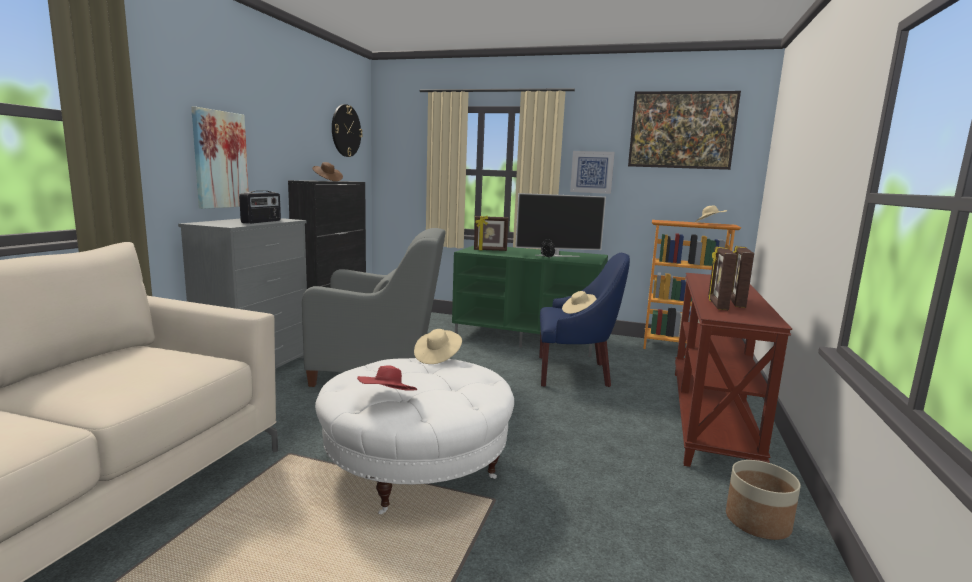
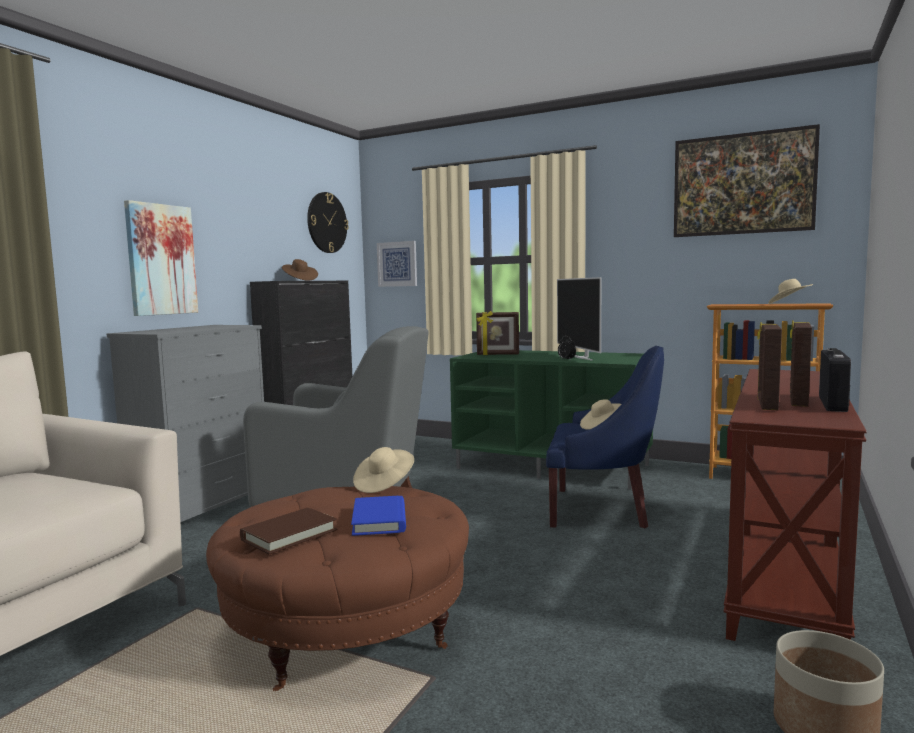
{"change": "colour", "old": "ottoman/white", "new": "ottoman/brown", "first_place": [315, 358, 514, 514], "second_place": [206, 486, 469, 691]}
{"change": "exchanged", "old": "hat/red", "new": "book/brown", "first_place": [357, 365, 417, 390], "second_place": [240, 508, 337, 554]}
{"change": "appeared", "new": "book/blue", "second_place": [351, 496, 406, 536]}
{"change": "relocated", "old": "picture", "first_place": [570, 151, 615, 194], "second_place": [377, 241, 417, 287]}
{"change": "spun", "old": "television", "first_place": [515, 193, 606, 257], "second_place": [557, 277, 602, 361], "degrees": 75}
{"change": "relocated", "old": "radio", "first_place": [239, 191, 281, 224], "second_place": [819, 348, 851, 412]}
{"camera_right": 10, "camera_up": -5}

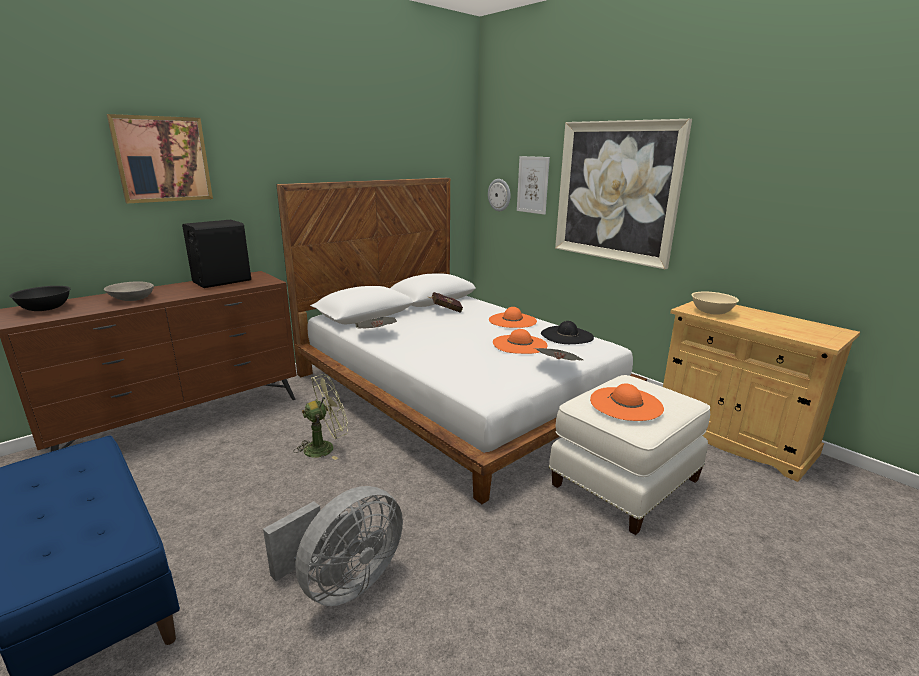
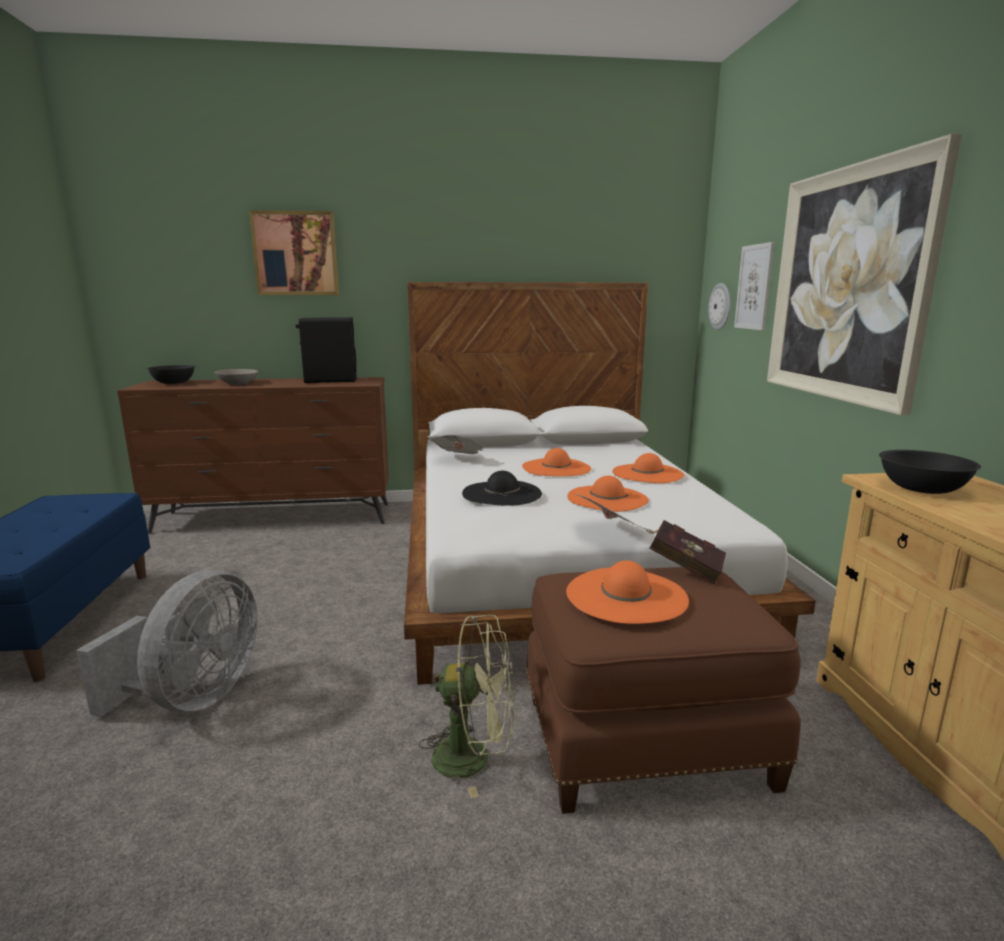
{"change": "spun", "old": "fan/grey", "first_place": [263, 486, 403, 606], "second_place": [76, 570, 258, 717], "degrees": -60}
{"change": "relocated", "old": "fan/green", "first_place": [293, 374, 348, 460], "second_place": [419, 615, 515, 798]}
{"change": "relocated", "old": "hat/black", "first_place": [541, 321, 594, 344], "second_place": [462, 471, 542, 506]}
{"change": "appeared", "new": "hat/orange", "second_place": [522, 448, 591, 476]}
{"change": "colour", "old": "ottoman/white", "new": "ottoman/brown", "first_place": [549, 375, 710, 535], "second_place": [526, 567, 801, 814]}
{"change": "relocated", "old": "book/red", "first_place": [428, 292, 463, 313], "second_place": [645, 520, 726, 584]}
{"change": "colour", "old": "bowl/beige", "new": "bowl/black", "first_place": [691, 292, 739, 315], "second_place": [879, 450, 981, 494]}
{"camera_right": 35, "camera_up": -5}

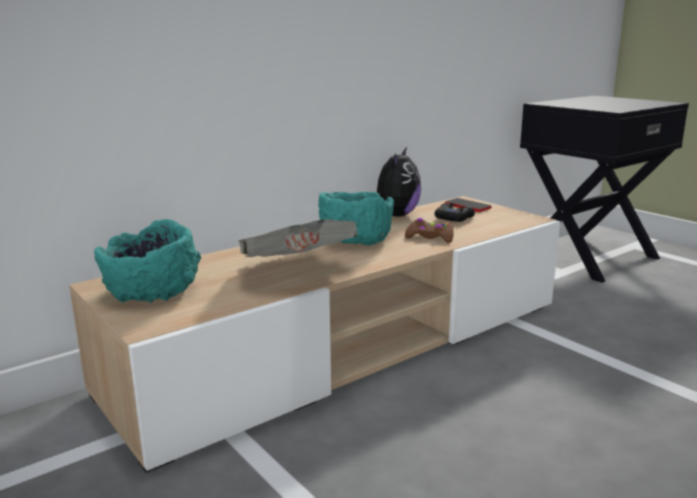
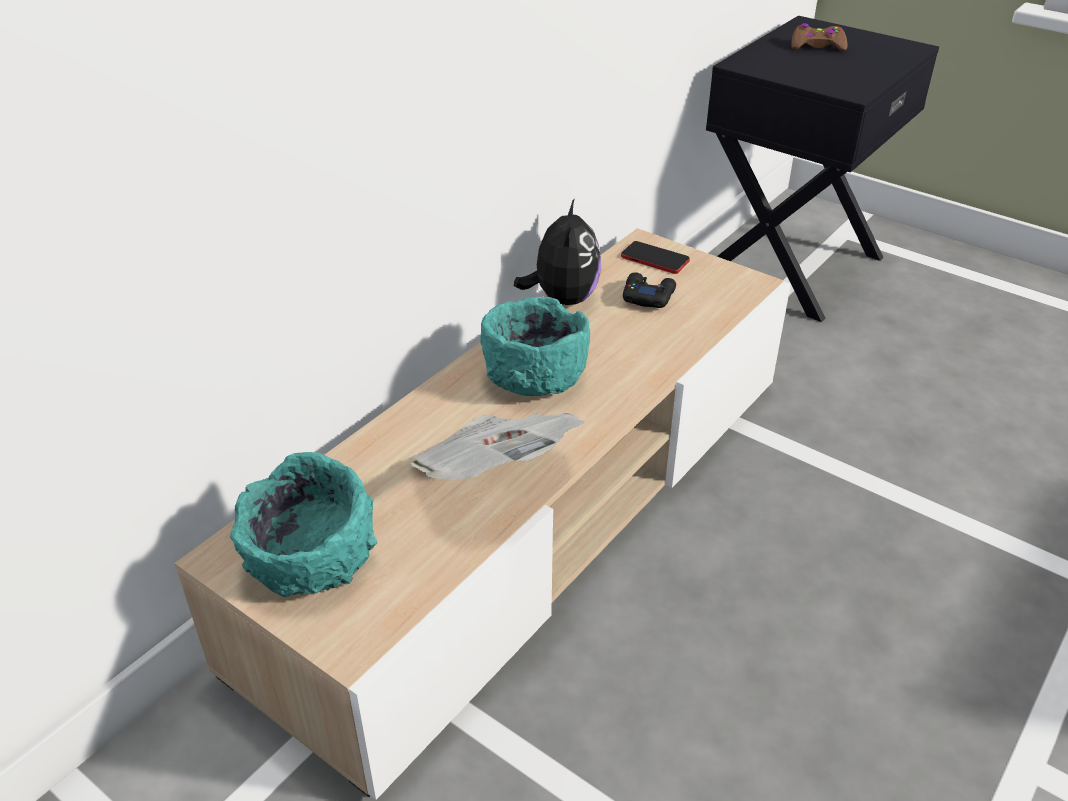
{"change": "relocated", "old": "game controller/brown", "first_place": [405, 218, 454, 243], "second_place": [791, 23, 848, 51]}
{"camera_right": -15, "camera_up": 20}

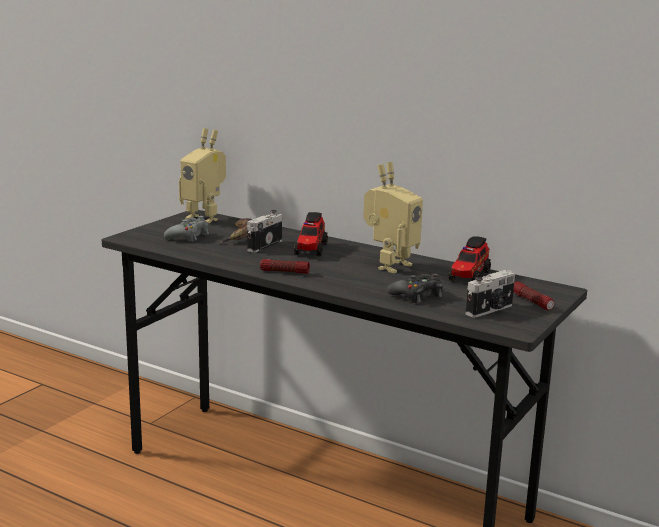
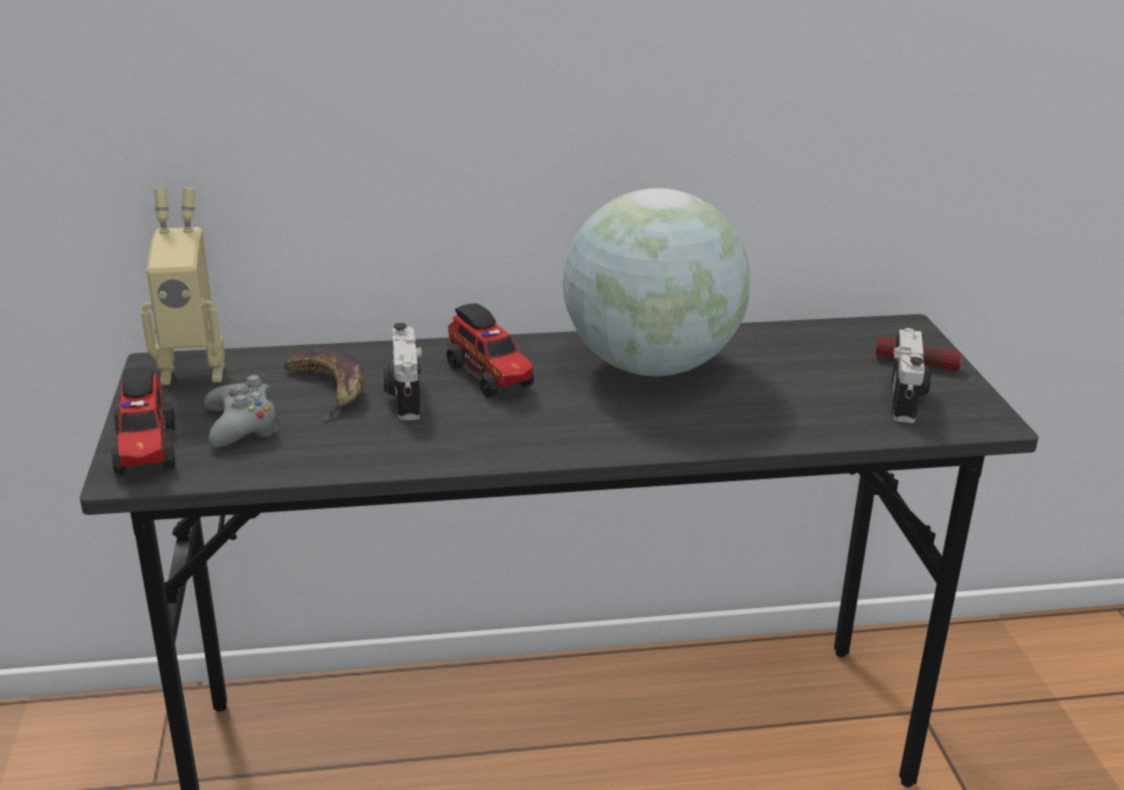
{"change": "relocated", "old": "toy truck", "first_place": [448, 236, 491, 281], "second_place": [111, 366, 175, 475]}
{"change": "exchanged", "old": "toy robot", "new": "globe", "first_place": [363, 162, 423, 273], "second_place": [563, 188, 750, 377]}
{"change": "missing", "old": "flashlight", "first_place": [260, 259, 310, 274]}
{"change": "missing", "old": "game controller/black", "first_place": [387, 274, 443, 303]}
{"camera_right": -40, "camera_up": 10}

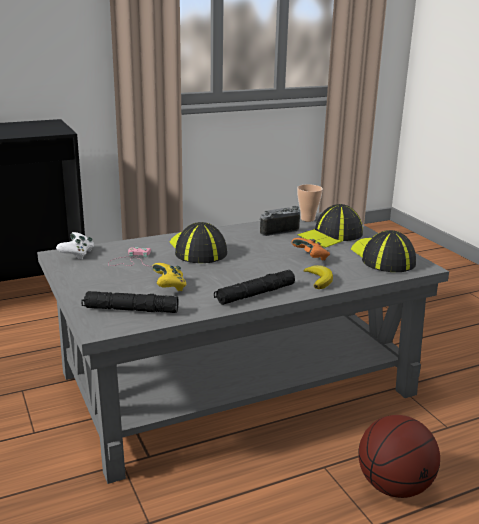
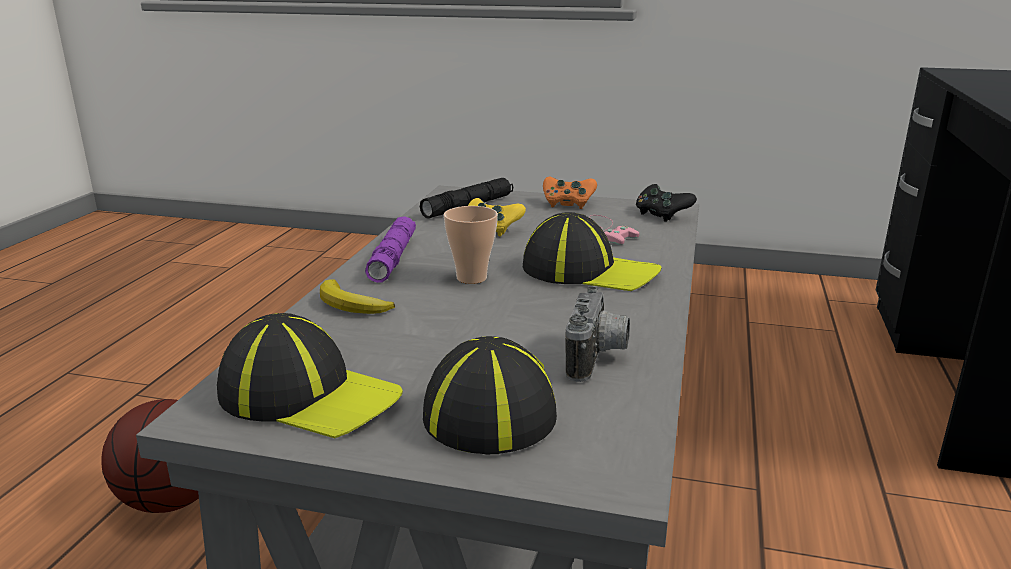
{"change": "colour", "old": "flashlight/black", "new": "flashlight/purple", "first_place": [214, 270, 295, 305], "second_place": [365, 216, 416, 283]}
{"change": "relocated", "old": "cup", "first_place": [297, 184, 323, 222], "second_place": [444, 206, 498, 284]}
{"change": "relocated", "old": "game controller/orange", "first_place": [291, 238, 330, 261], "second_place": [543, 177, 597, 209]}
{"change": "colour", "old": "game controller/white", "new": "game controller/black", "first_place": [56, 232, 94, 260], "second_place": [636, 184, 697, 222]}
{"camera_right": 130, "camera_up": 0}

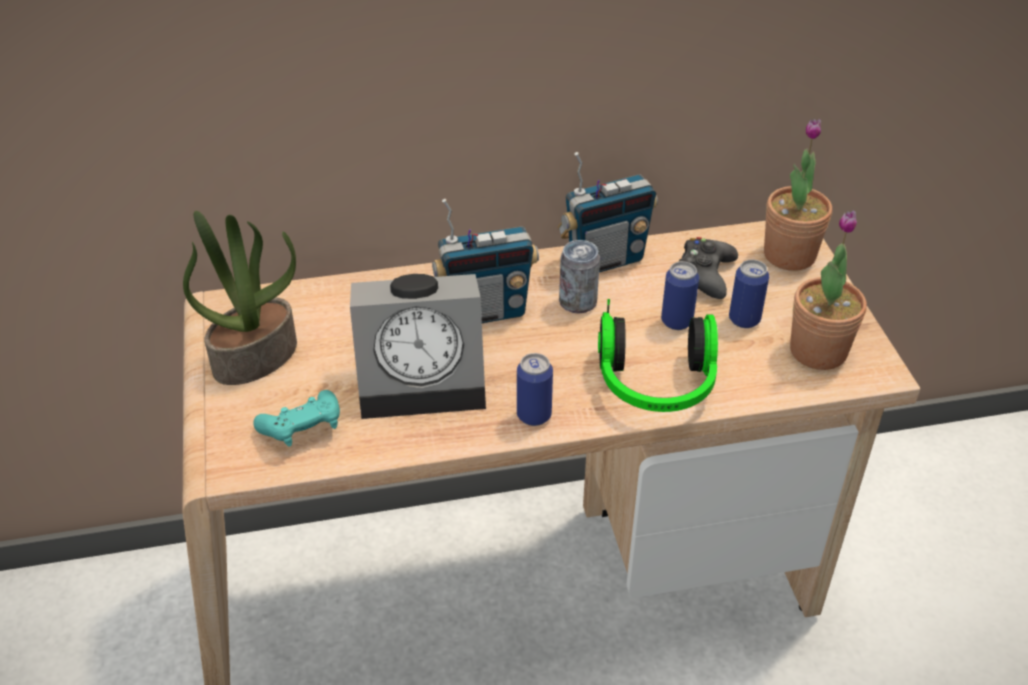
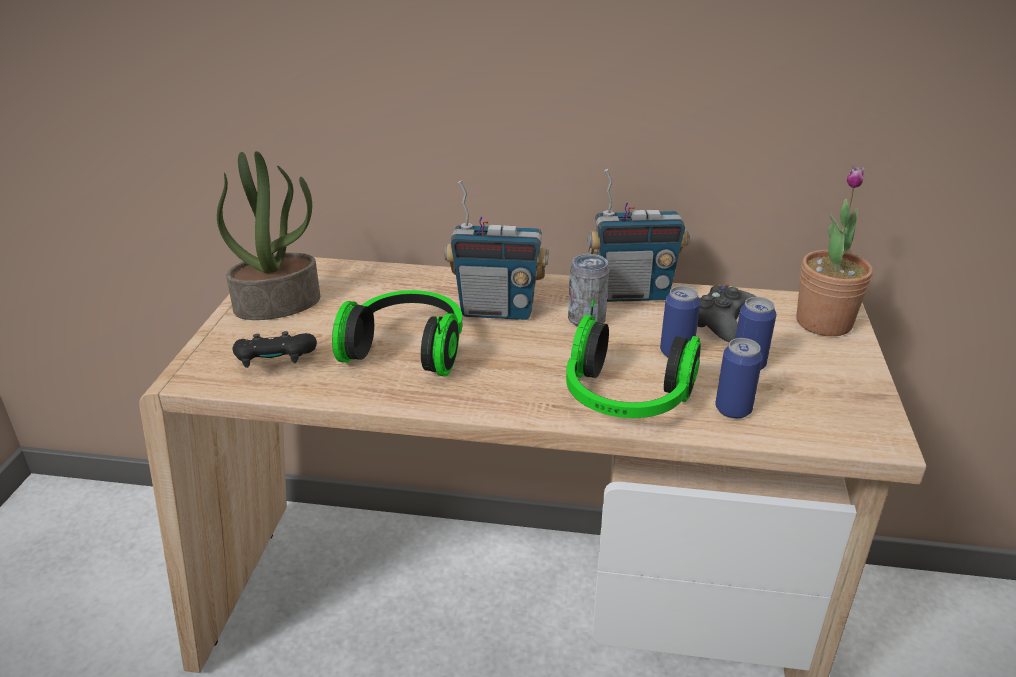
{"change": "colour", "old": "game controller/turquoise", "new": "game controller/black", "first_place": [253, 390, 340, 447], "second_place": [232, 331, 317, 368]}
{"change": "exchanged", "old": "alarm clock", "new": "headphones", "first_place": [350, 274, 486, 419], "second_place": [332, 290, 462, 377]}
{"change": "relocated", "old": "can", "first_place": [517, 353, 553, 426], "second_place": [715, 338, 763, 419]}
{"change": "missing", "old": "potted plant", "first_place": [790, 211, 867, 370]}
{"camera_right": 20, "camera_up": -10}

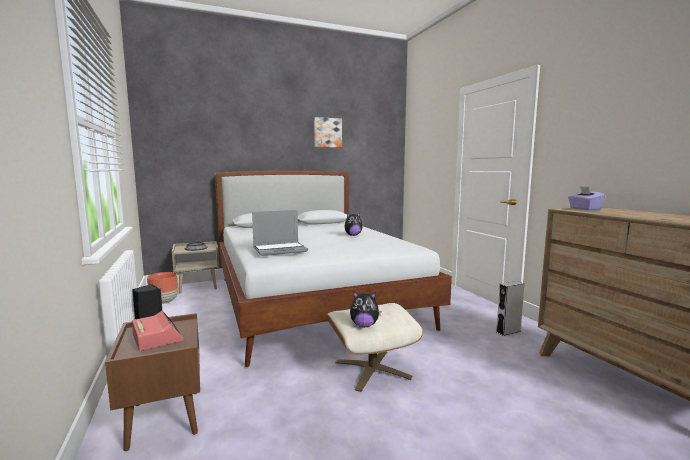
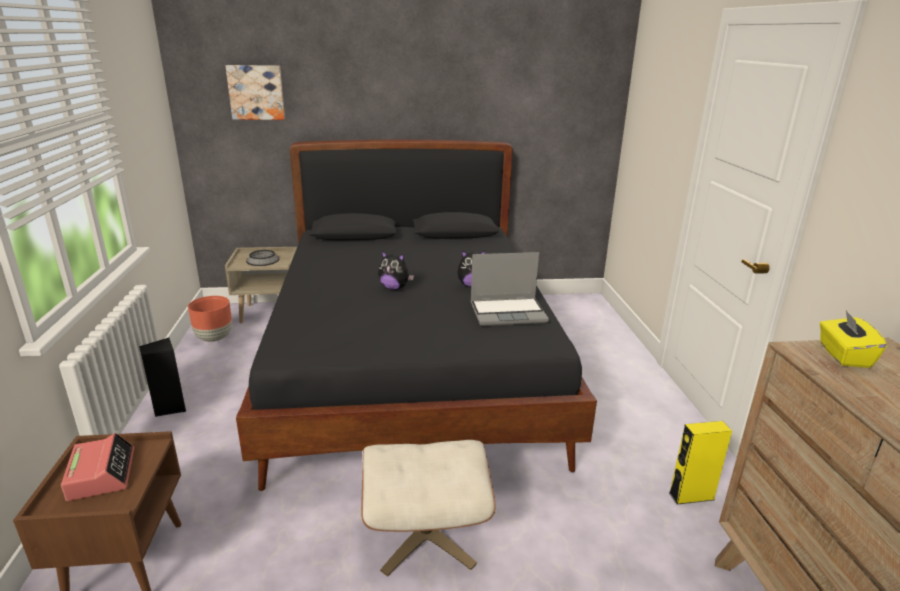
{"change": "relocated", "old": "picture", "first_place": [314, 117, 342, 148], "second_place": [225, 65, 285, 120]}
{"change": "colour", "old": "bed/white", "new": "bed/black", "first_place": [215, 170, 452, 367], "second_place": [236, 140, 597, 491]}
{"change": "relocated", "old": "plush toy", "first_place": [350, 292, 381, 327], "second_place": [378, 251, 414, 290]}
{"change": "relocated", "old": "laptop", "first_place": [252, 210, 308, 256], "second_place": [470, 252, 549, 326]}
{"change": "colour", "old": "speaker/grey", "new": "speaker/yellow", "first_place": [496, 281, 524, 336], "second_place": [669, 421, 732, 504]}
{"change": "colour", "old": "tissue box/purple", "new": "tissue box/yellow", "first_place": [568, 186, 606, 210], "second_place": [820, 311, 887, 368]}
{"camera_right": 15, "camera_up": 15}

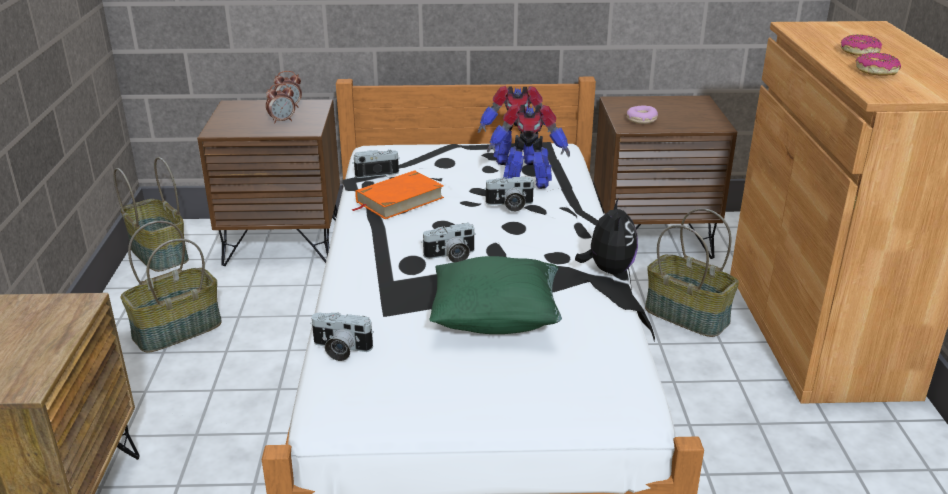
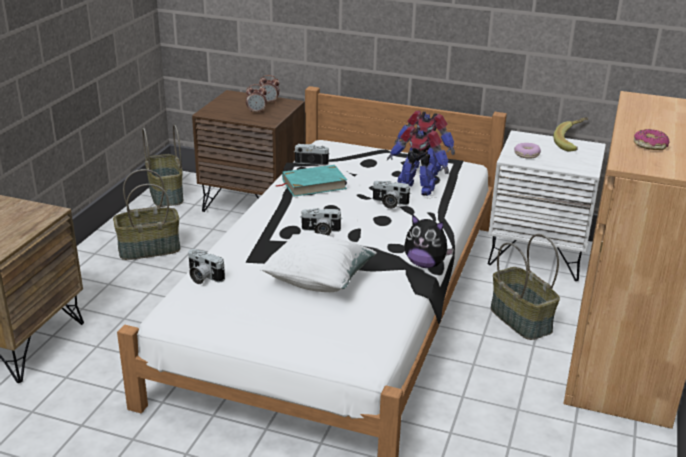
{"change": "colour", "old": "pillow/green", "new": "pillow/white", "first_place": [429, 256, 562, 334], "second_place": [260, 233, 377, 292]}
{"change": "colour", "old": "book/orange", "new": "book/turquoise", "first_place": [351, 170, 444, 219], "second_place": [275, 165, 347, 197]}
{"change": "spun", "old": "plush toy", "first_place": [575, 197, 638, 274], "second_place": [404, 214, 454, 268], "degrees": 90}
{"change": "colour", "old": "nightstand/brown", "new": "nightstand/white", "first_place": [594, 96, 737, 259], "second_place": [488, 130, 606, 281]}
{"change": "appeared", "new": "banana", "second_place": [553, 117, 588, 152]}
{"change": "missing", "old": "donut", "first_place": [841, 35, 882, 56]}
{"camera_right": 20, "camera_up": 0}

